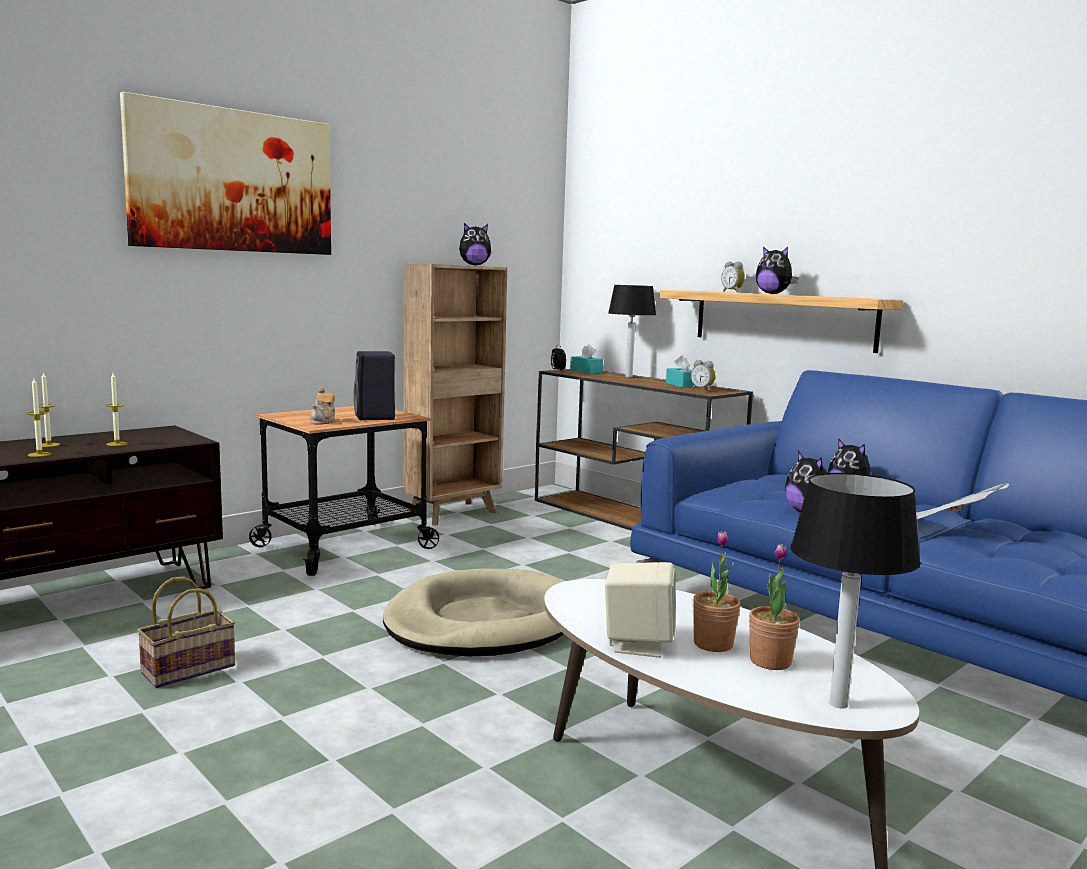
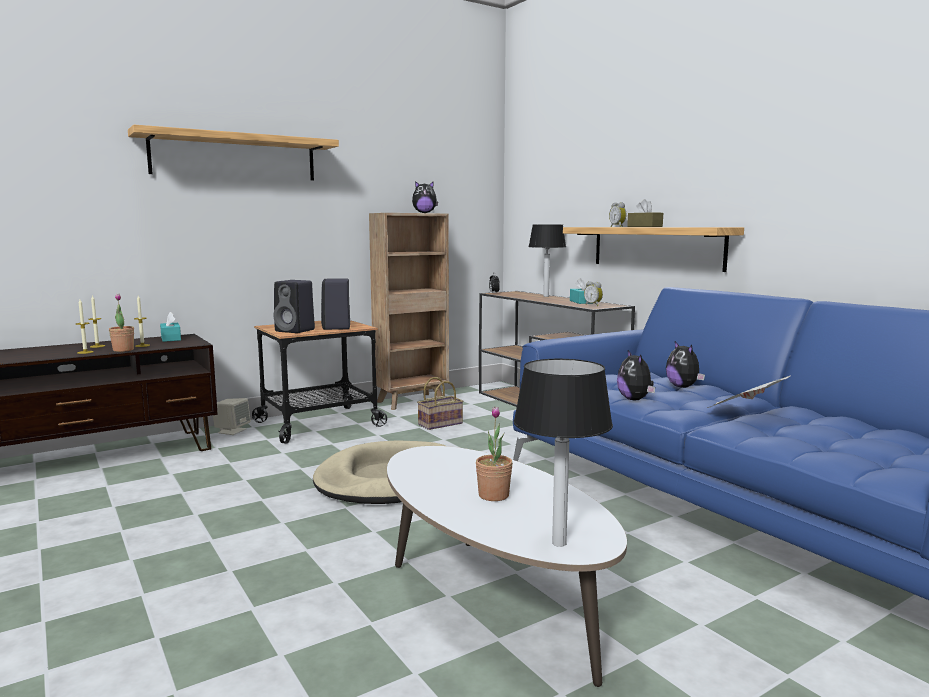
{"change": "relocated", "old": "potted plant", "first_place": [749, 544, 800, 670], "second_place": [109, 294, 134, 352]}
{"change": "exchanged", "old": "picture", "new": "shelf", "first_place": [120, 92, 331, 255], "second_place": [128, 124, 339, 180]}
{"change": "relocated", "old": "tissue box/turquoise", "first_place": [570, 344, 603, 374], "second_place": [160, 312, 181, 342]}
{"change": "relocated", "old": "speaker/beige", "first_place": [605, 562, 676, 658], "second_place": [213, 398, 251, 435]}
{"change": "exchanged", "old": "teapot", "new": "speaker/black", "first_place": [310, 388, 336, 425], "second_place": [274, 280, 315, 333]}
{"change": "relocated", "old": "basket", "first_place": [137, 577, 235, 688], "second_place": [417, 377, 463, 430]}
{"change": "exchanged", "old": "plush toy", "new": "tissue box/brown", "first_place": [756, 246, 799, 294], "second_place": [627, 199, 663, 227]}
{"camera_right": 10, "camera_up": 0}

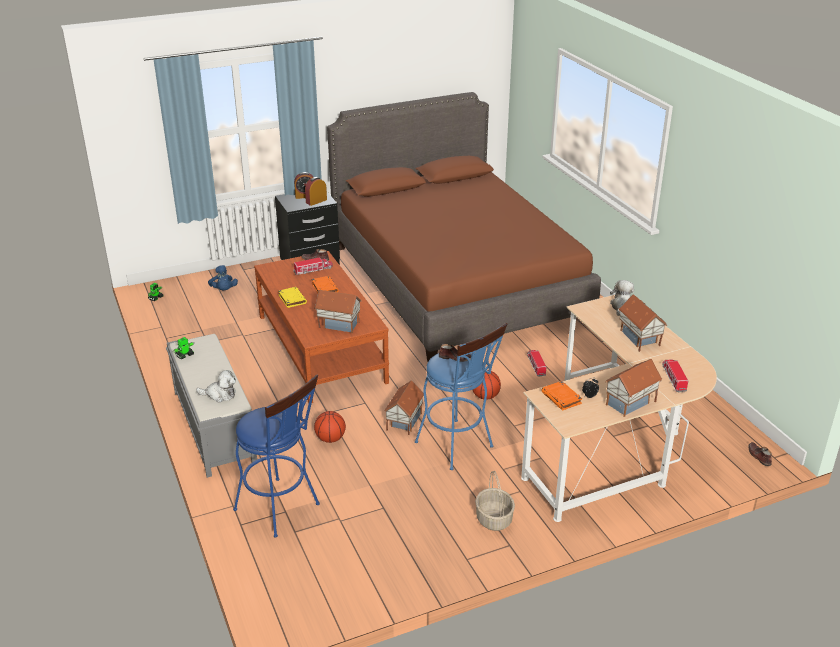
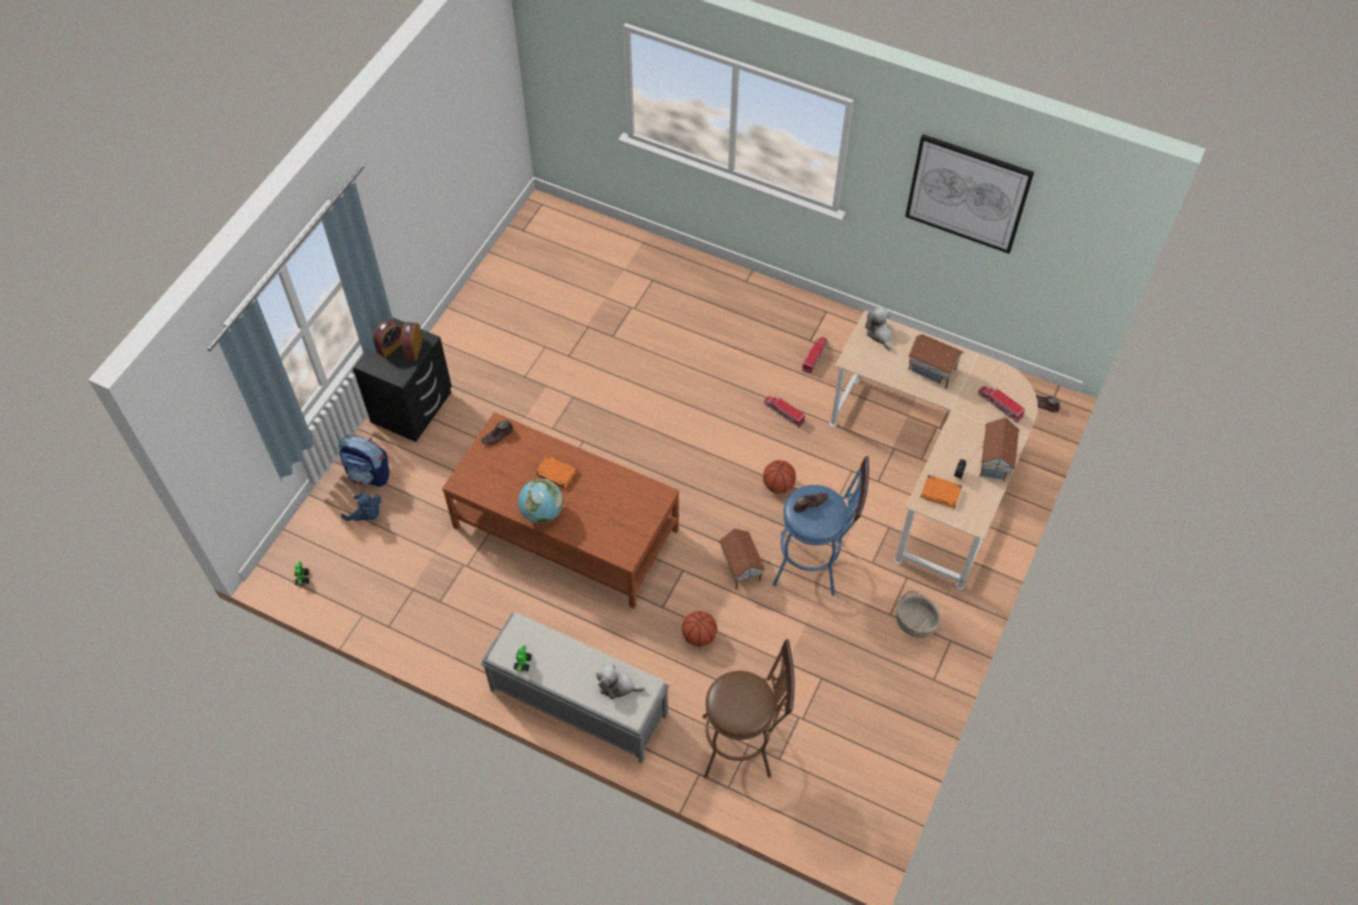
{"change": "appeared", "new": "backpack", "second_place": [338, 435, 389, 487]}
{"change": "exchanged", "old": "book/yellow", "new": "globe", "first_place": [278, 287, 307, 308], "second_place": [518, 479, 563, 524]}
{"change": "spun", "old": "plush toy", "first_place": [196, 370, 236, 402], "second_place": [596, 664, 645, 699], "degrees": -135}
{"change": "colour", "old": "stool/blue", "new": "stool/brown", "first_place": [233, 375, 320, 538], "second_place": [703, 639, 795, 779]}
{"change": "relocated", "old": "toy truck", "first_place": [294, 257, 333, 275], "second_place": [802, 337, 828, 374]}
{"change": "appeared", "new": "picture", "second_place": [905, 134, 1034, 254]}
{"change": "missing", "old": "toy house", "first_place": [314, 290, 362, 333]}
{"change": "missing", "old": "bed/brown", "first_place": [327, 92, 601, 361]}
{"camera_right": -40, "camera_up": 25}

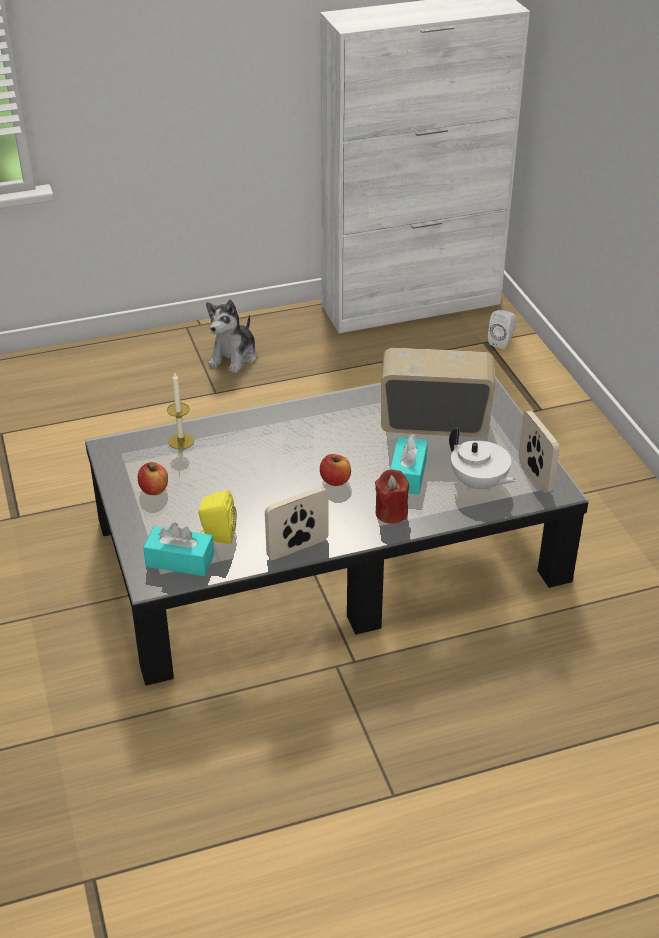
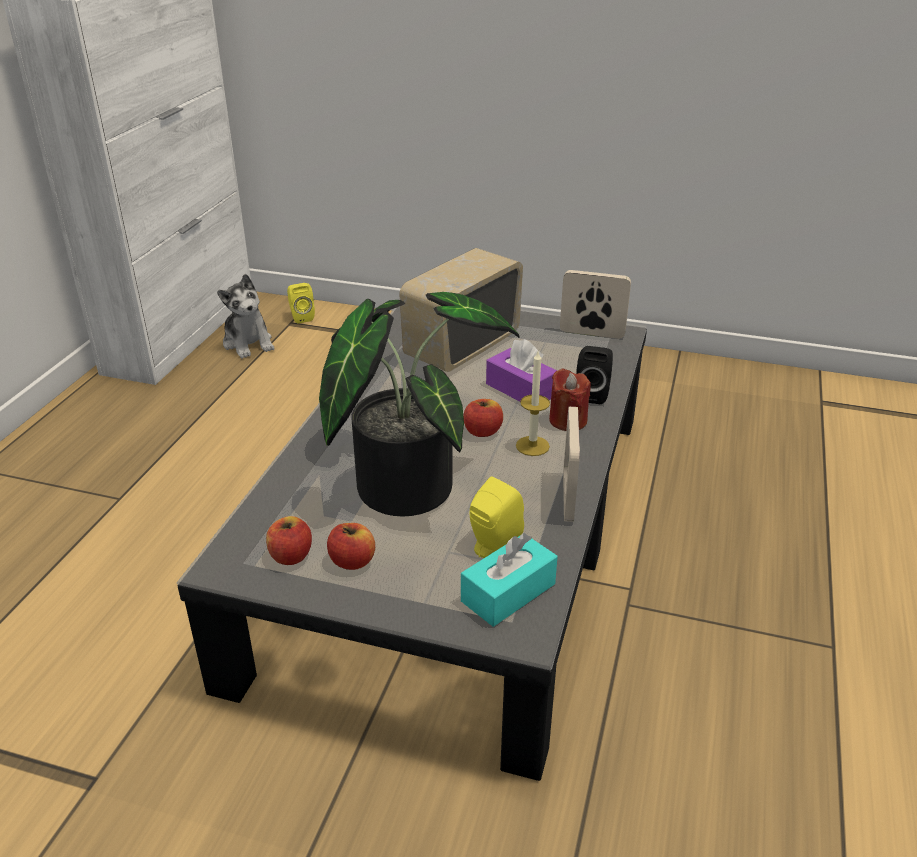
{"change": "relocated", "old": "plush toy", "first_place": [206, 300, 257, 374], "second_place": [217, 274, 274, 359]}
{"change": "appeared", "new": "apple", "second_place": [266, 516, 312, 565]}
{"change": "colour", "old": "speaker/white", "new": "speaker/yellow", "first_place": [488, 310, 516, 349], "second_place": [287, 283, 315, 324]}
{"change": "appeared", "new": "potted plant", "second_place": [319, 292, 520, 517]}
{"change": "colour", "old": "tissue box/turquoise", "new": "tissue box/purple", "first_place": [390, 433, 428, 495], "second_place": [486, 339, 557, 401]}
{"change": "relocated", "old": "candle", "first_place": [167, 373, 194, 449], "second_place": [516, 352, 550, 456]}
{"change": "appeared", "new": "speaker/black", "second_place": [576, 346, 613, 405]}
{"change": "missing", "old": "teapot/white", "first_place": [449, 427, 518, 491]}
{"camera_right": -55, "camera_up": -5}

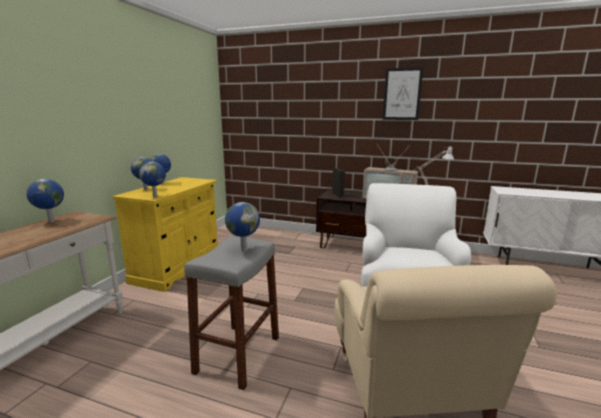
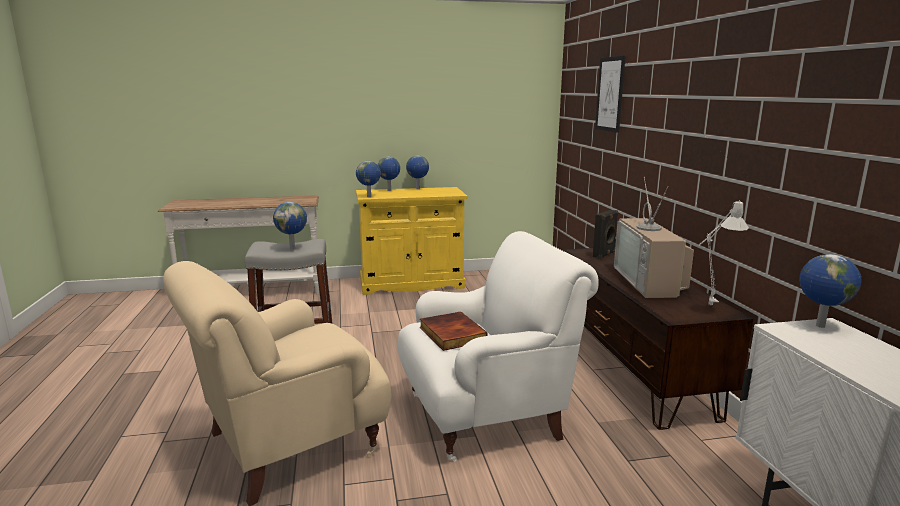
{"change": "appeared", "new": "book", "second_place": [420, 312, 488, 351]}
{"change": "relocated", "old": "picture", "first_place": [383, 67, 423, 120], "second_place": [595, 56, 626, 133]}
{"change": "relocated", "old": "globe", "first_place": [26, 179, 64, 223], "second_place": [799, 254, 862, 328]}
{"camera_right": 60, "camera_up": 0}

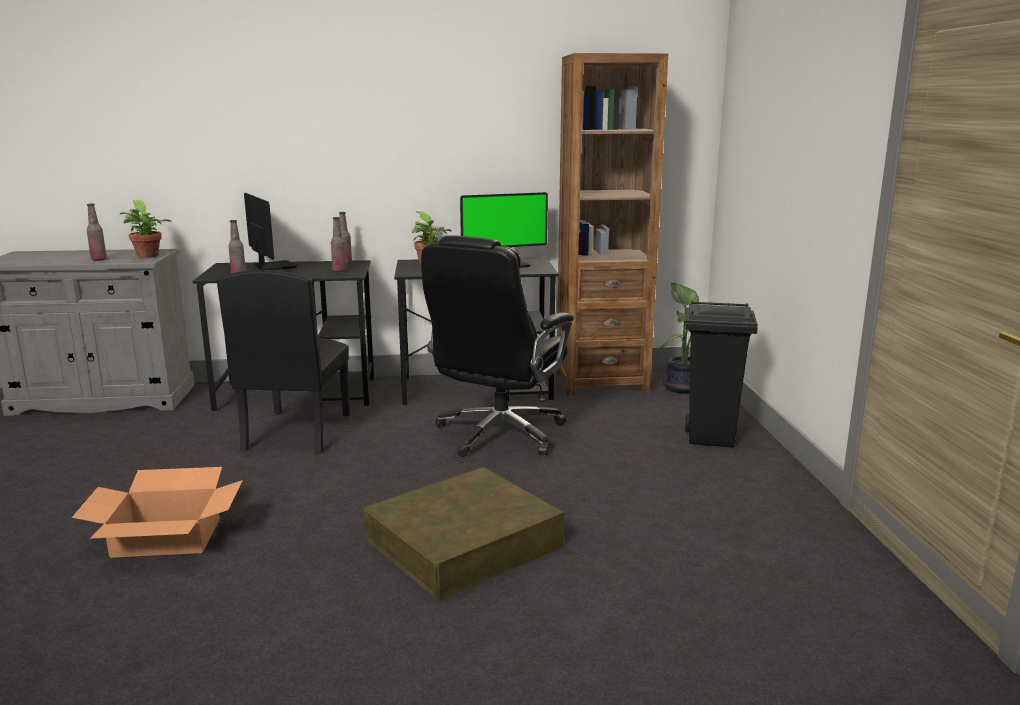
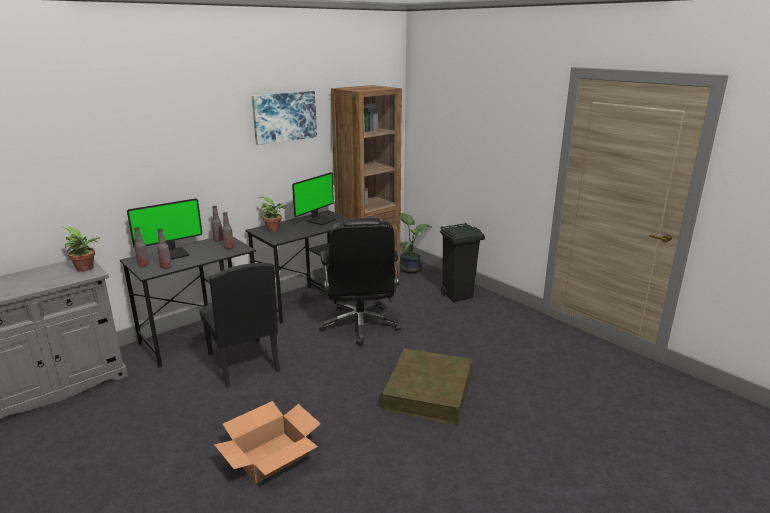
{"change": "spun", "old": "monitor", "first_place": [244, 193, 297, 270], "second_place": [127, 198, 203, 260], "degrees": 120}
{"change": "relocated", "old": "bottle", "first_place": [87, 204, 107, 261], "second_place": [134, 227, 149, 267]}
{"change": "appeared", "new": "picture", "second_place": [252, 91, 317, 145]}
{"camera_right": -35, "camera_up": 5}

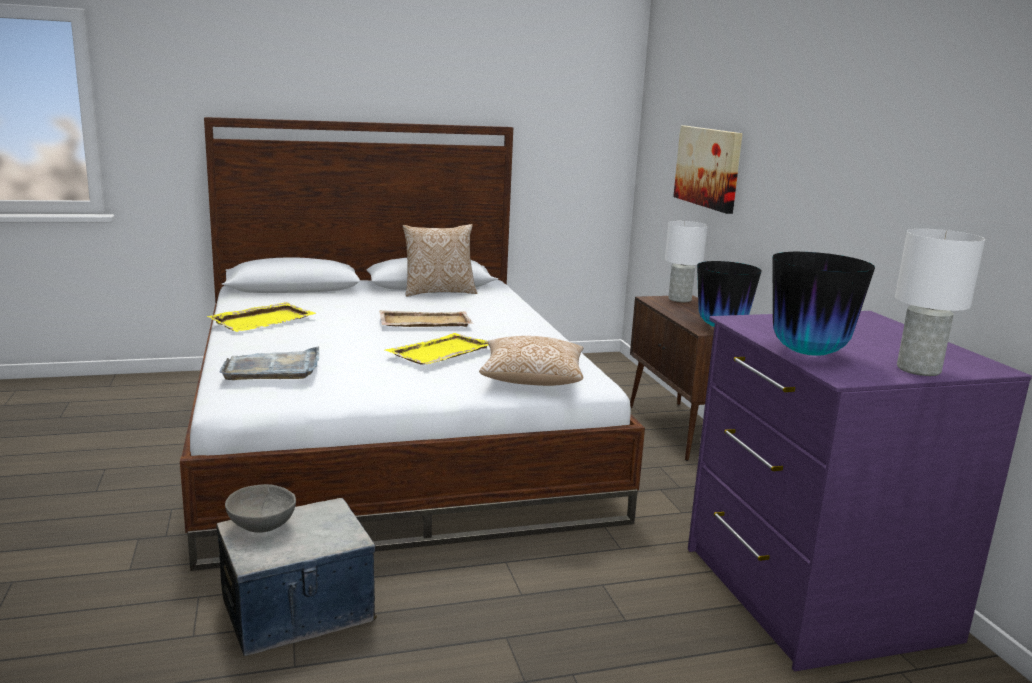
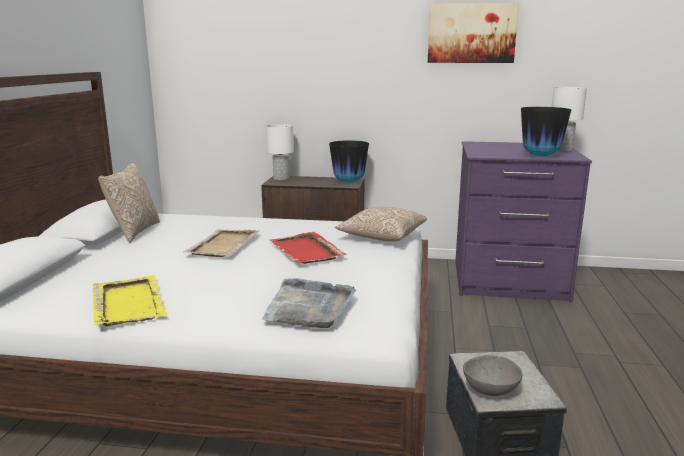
{"change": "colour", "old": "tray/yellow", "new": "tray/red", "first_place": [386, 333, 489, 364], "second_place": [270, 232, 347, 264]}
{"change": "relocated", "old": "picture", "first_place": [673, 125, 743, 214], "second_place": [428, 3, 519, 63]}
{"camera_right": -65, "camera_up": 0}

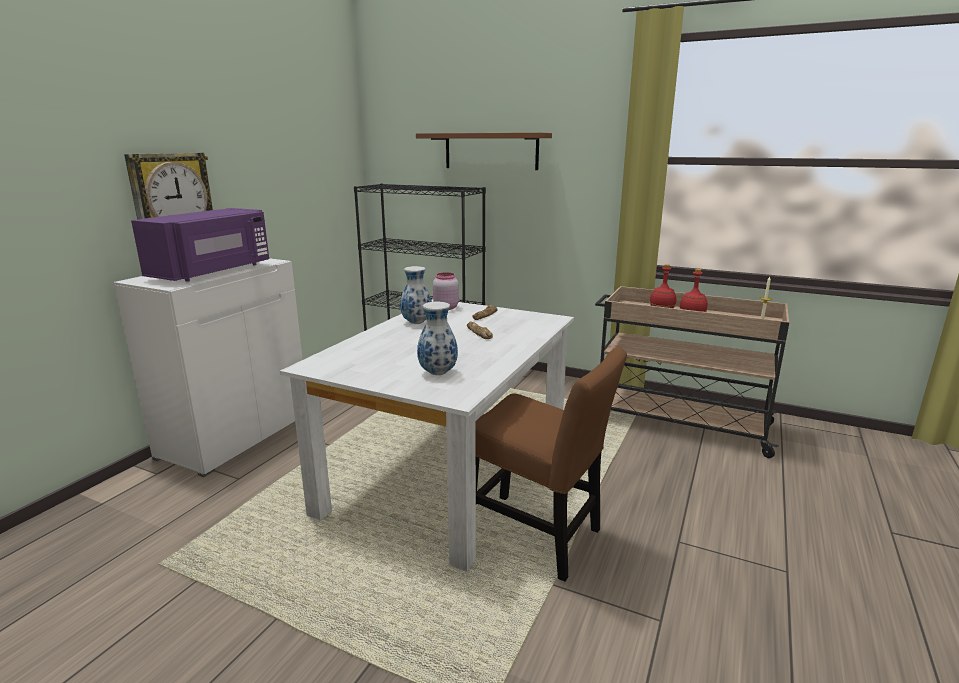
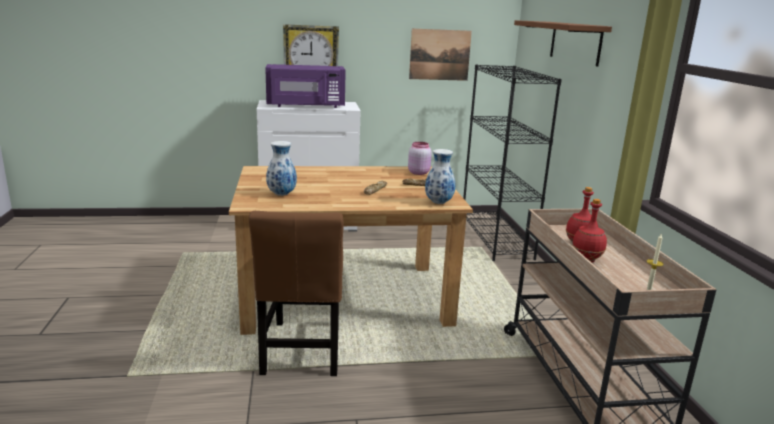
{"change": "colour", "old": "dining table/white", "new": "dining table/brown", "first_place": [280, 299, 574, 571], "second_place": [229, 166, 473, 335]}
{"change": "appeared", "new": "picture", "second_place": [409, 28, 472, 81]}
{"change": "relocated", "old": "vase", "first_place": [400, 266, 432, 324], "second_place": [425, 149, 455, 204]}
{"camera_right": 55, "camera_up": 0}

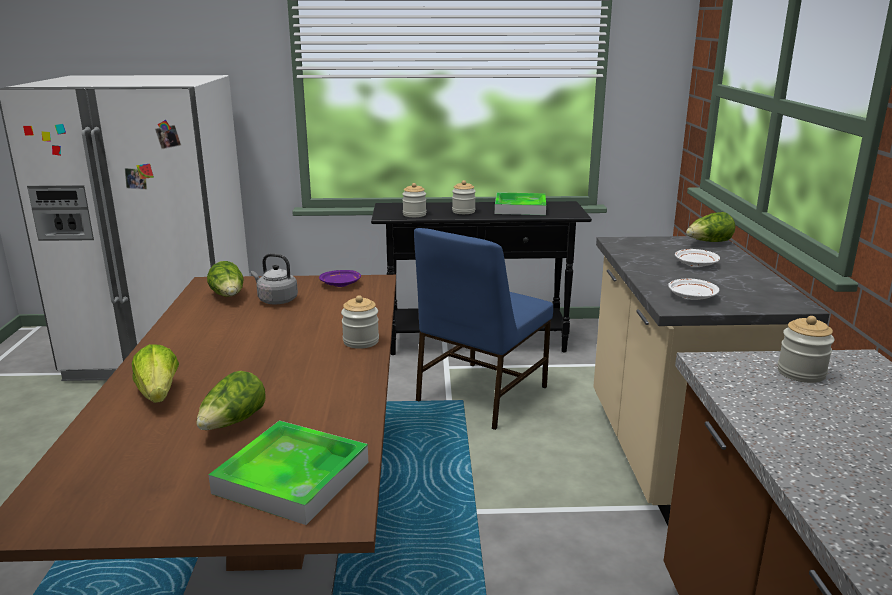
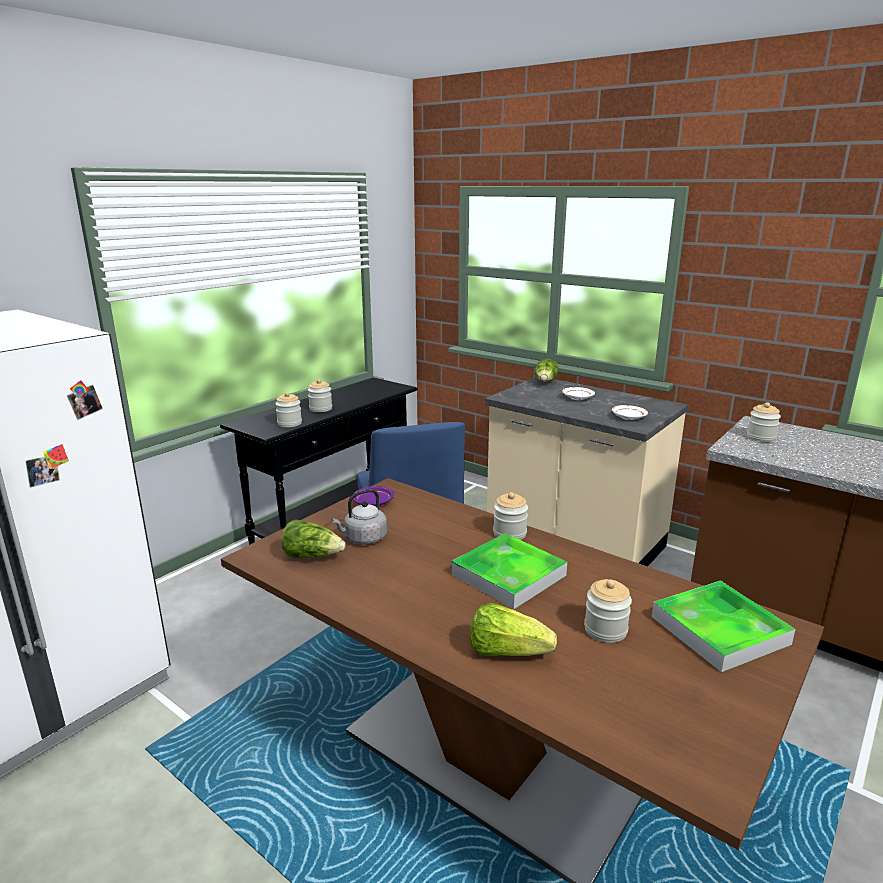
{"change": "relocated", "old": "tray", "first_place": [495, 192, 546, 215], "second_place": [452, 533, 567, 609]}
{"change": "exchanged", "old": "lettuce", "new": "jar", "first_place": [197, 371, 265, 430], "second_place": [584, 579, 632, 643]}
{"camera_right": -50, "camera_up": 0}

